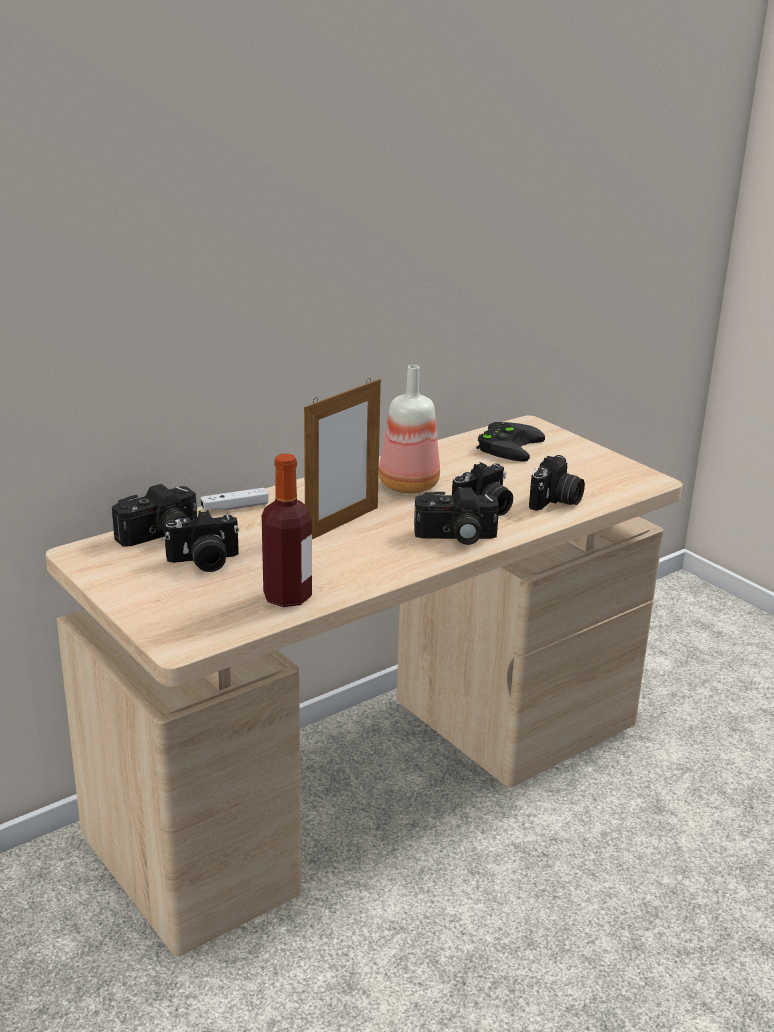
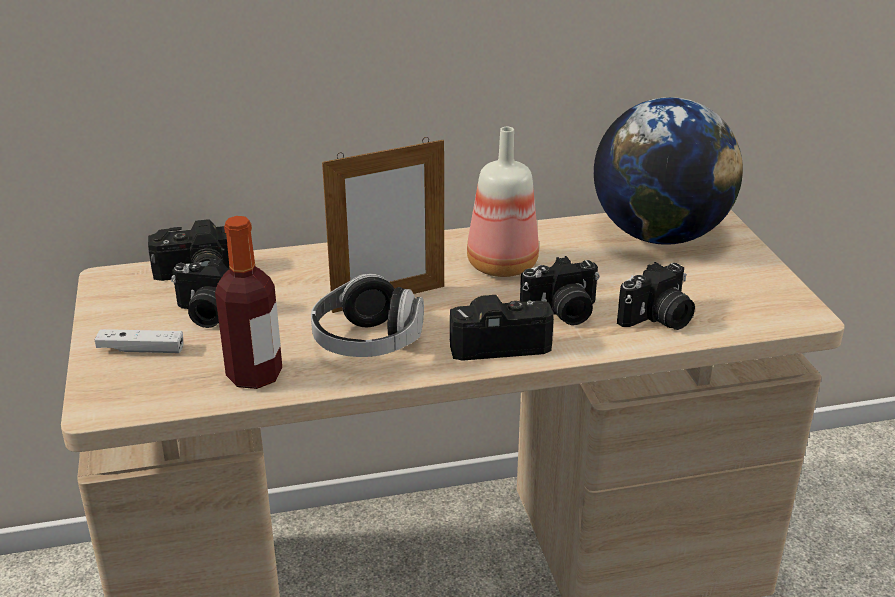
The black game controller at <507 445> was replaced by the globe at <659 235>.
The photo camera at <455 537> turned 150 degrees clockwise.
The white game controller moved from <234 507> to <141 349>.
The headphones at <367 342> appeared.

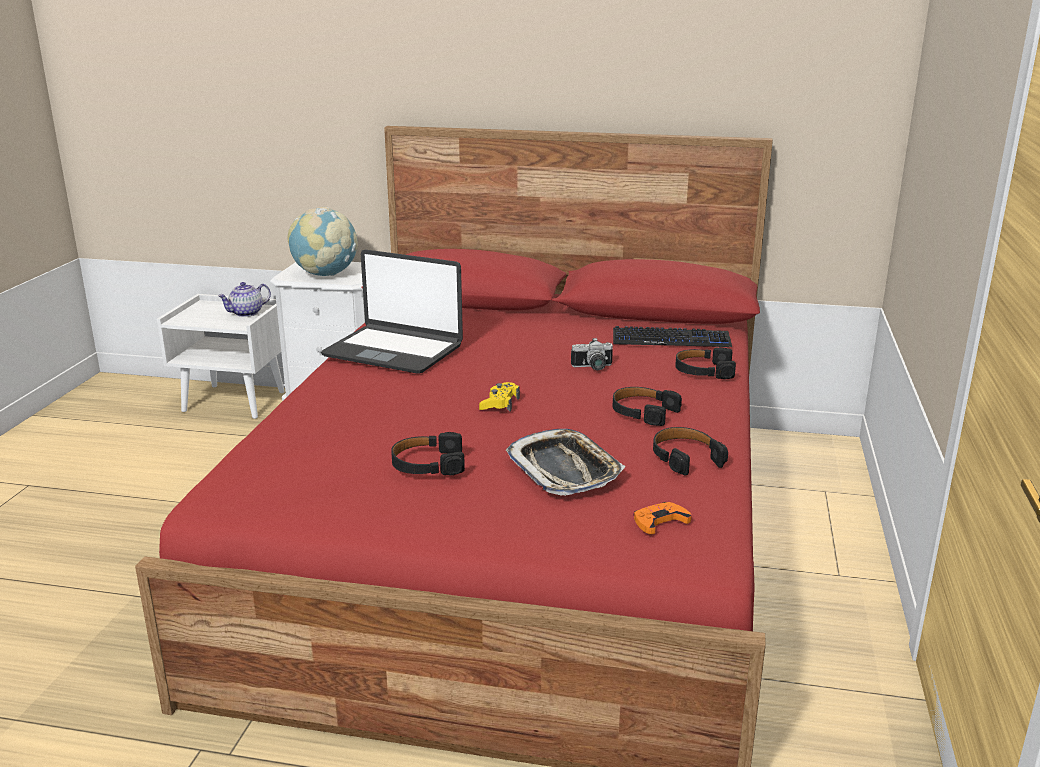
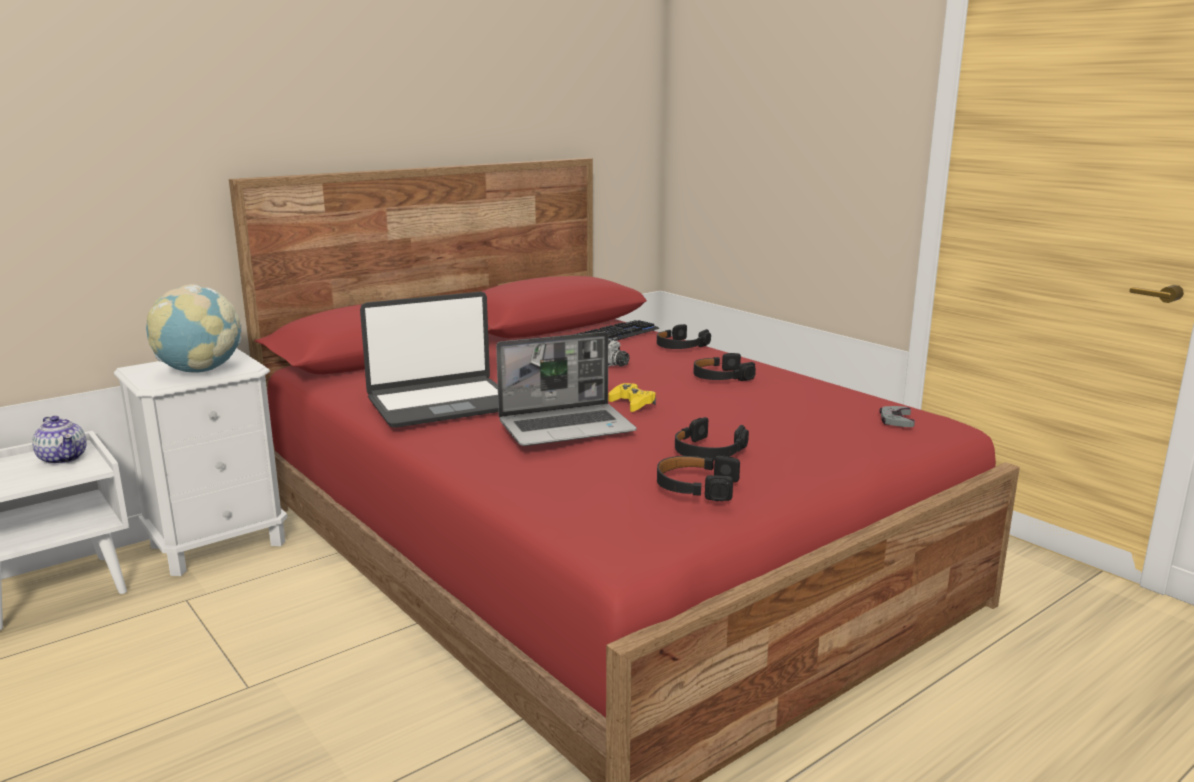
The teapot at <246 313> turned 45 degrees counterclockwise.
The black headphones moved from <685 457> to <696 486>.
The tray at <564 470> disappeared.
The orange game controller at <660 521> became the grey game controller at <896 420>.
The laptop at <567 427> appeared.

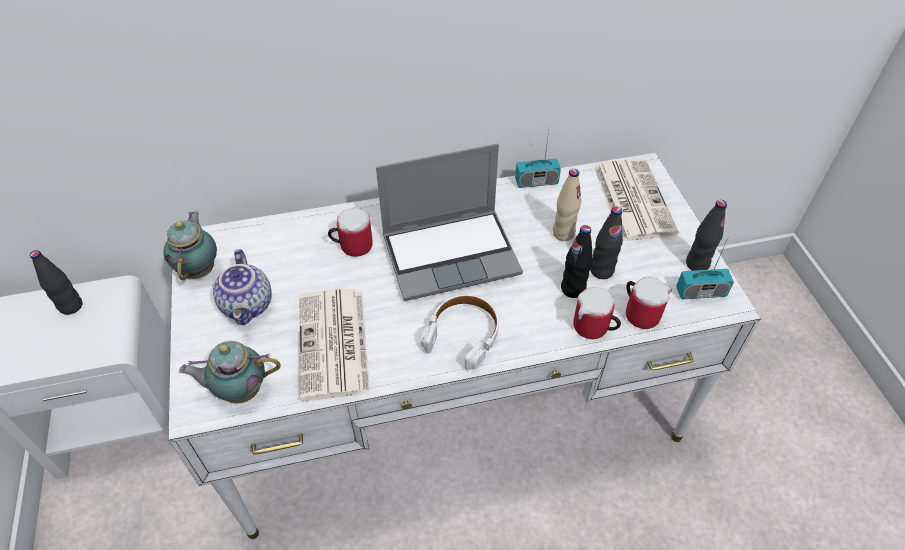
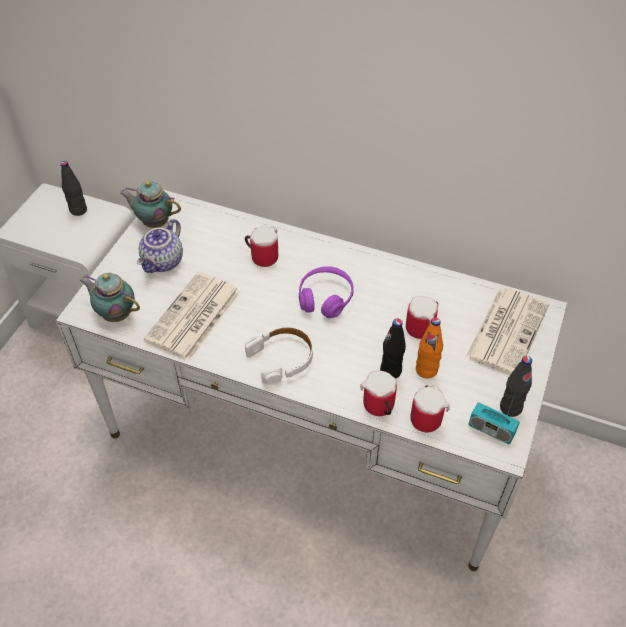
The radio at <536 182> disappeared.
The laptop at <452 254> was replaced by the purple headphones at <325 298>.
The beige bottle at <563 233> was replaced by the mug at <423 327>.
The black bottle at <601 270> became the orange bottle at <426 370>.
The teapot at <200 269> turned 105 degrees counterclockwise.

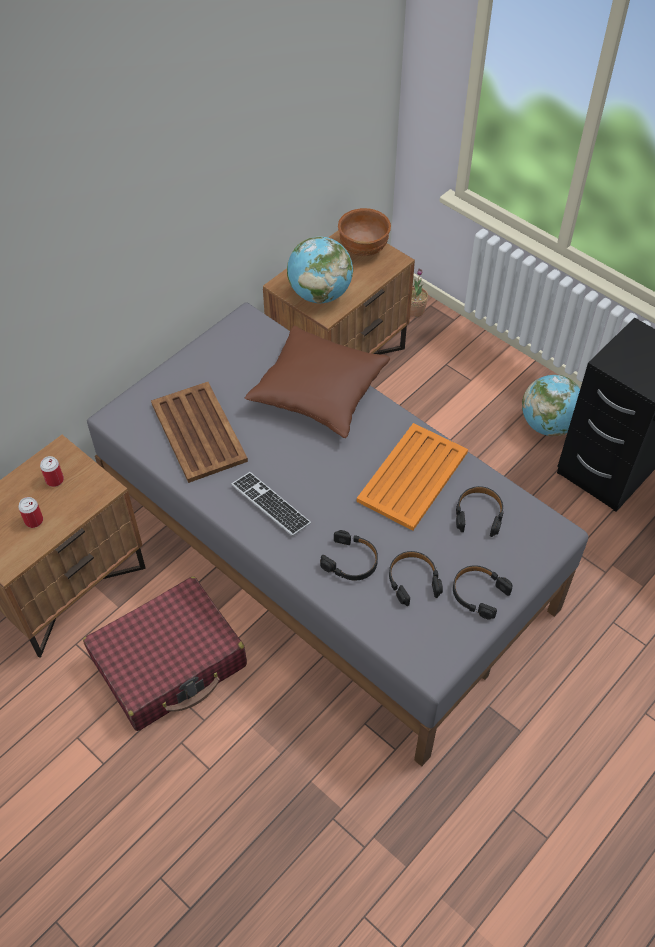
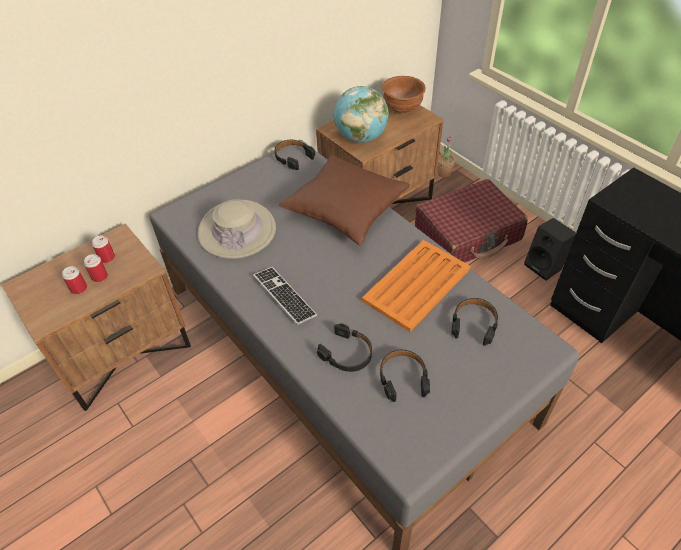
The globe at <548 425> was replaced by the black speaker at <545 266>.
The brown tray at <198 431> was replaced by the beige hat at <237 231>.
The black headphones moved from <478 593> to <293 157>.
The red suitcase moved from <169 662> to <468 233>.
The can at <100 277> appeared.

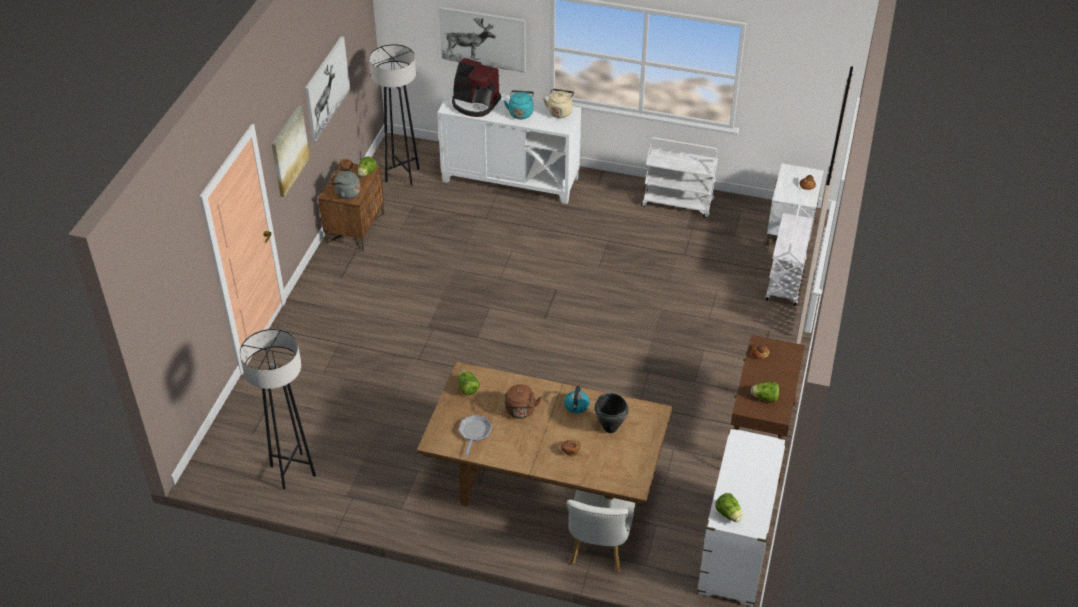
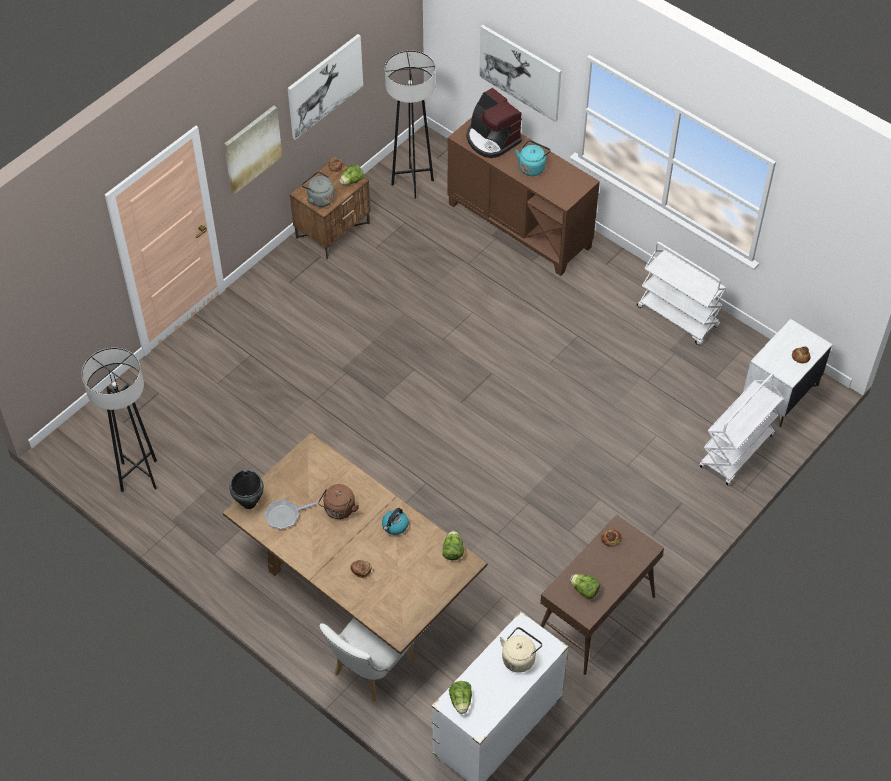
The white cabinet at <511 179> became the brown cabinet at <520 225>.
The beige kettle moved from <560 112> to <519 657>.
The lettuce moved from <467 388> to <452 551>.
The black cooking pot moved from <610 428> to <249 503>.
The frying pan at <474 432> turned 150 degrees counterclockwise.

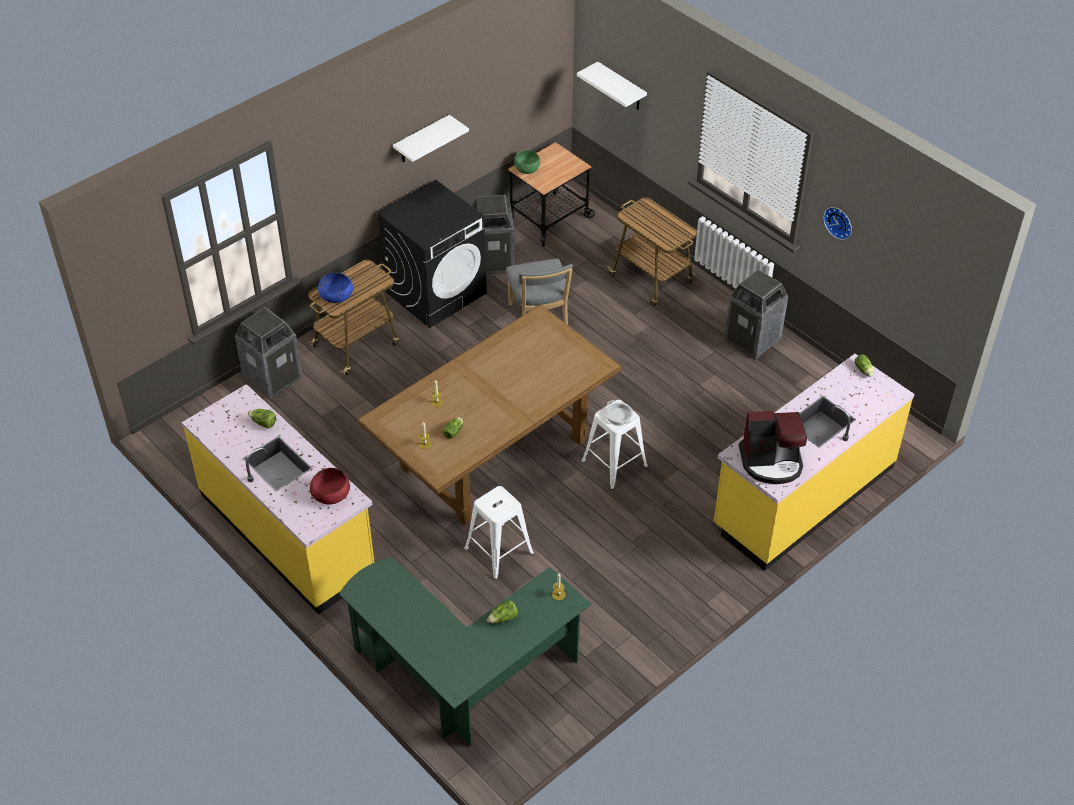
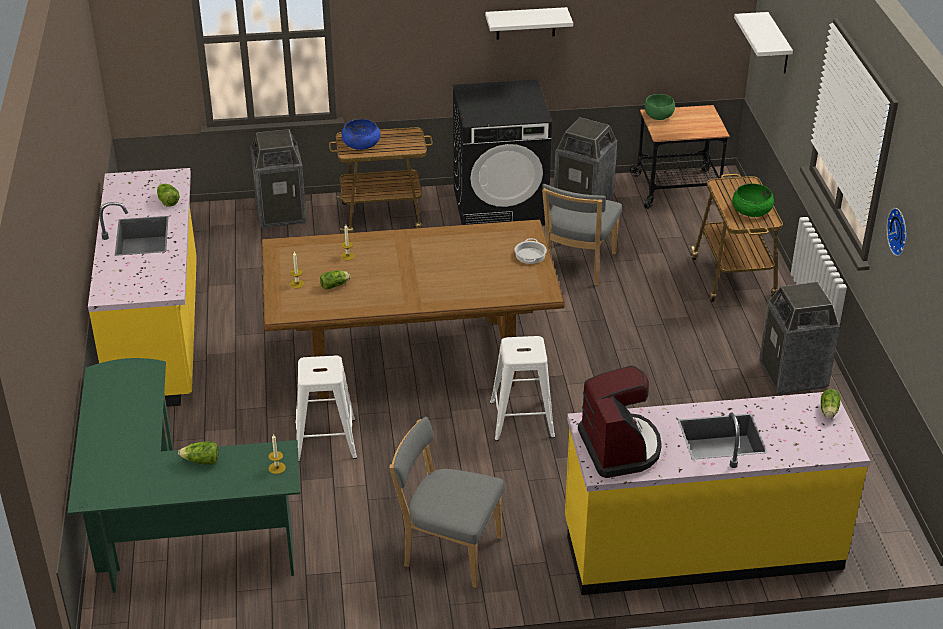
The cooking pot moved from <619 416> to <530 255>.
The coffee machine at <771 462> turned 135 degrees counterclockwise.
The red bowl at <330 493> disappeared.
The green bowl at <751 209> appeared.
The grey chair at <448 550> appeared.

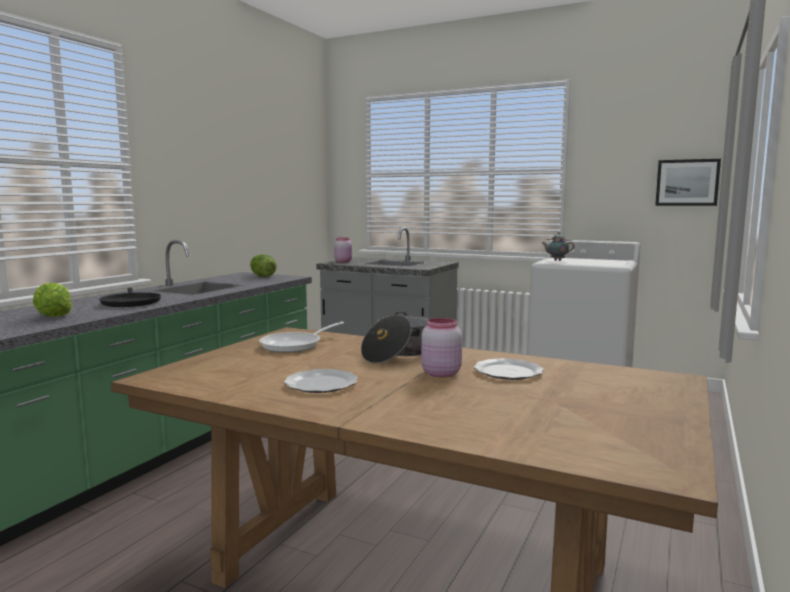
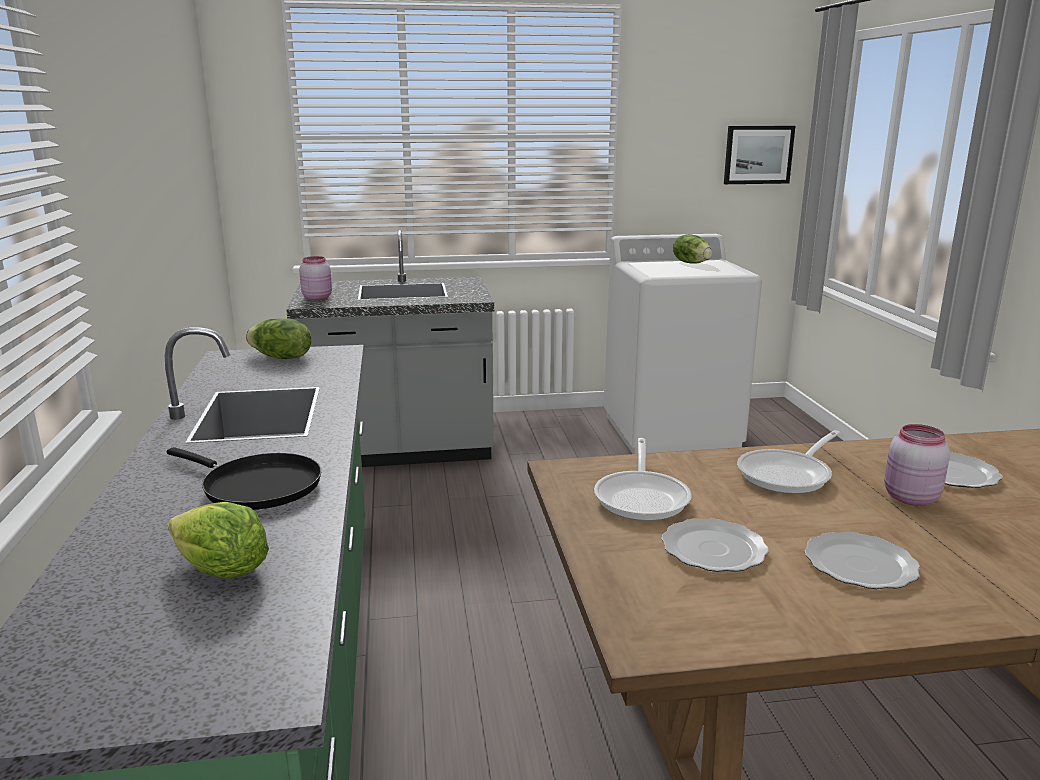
The teapot at <556 260> disappeared.
The cooking pot at <398 353> was replaced by the frying pan at <788 475>.
The lettuce at <691 263> appeared.
The plate at <712 549> appeared.

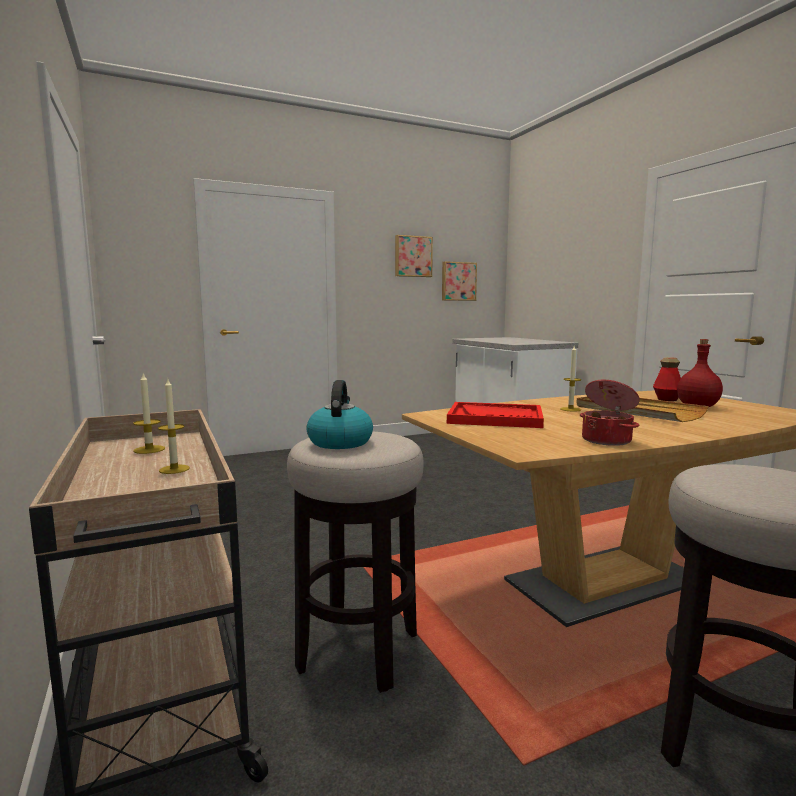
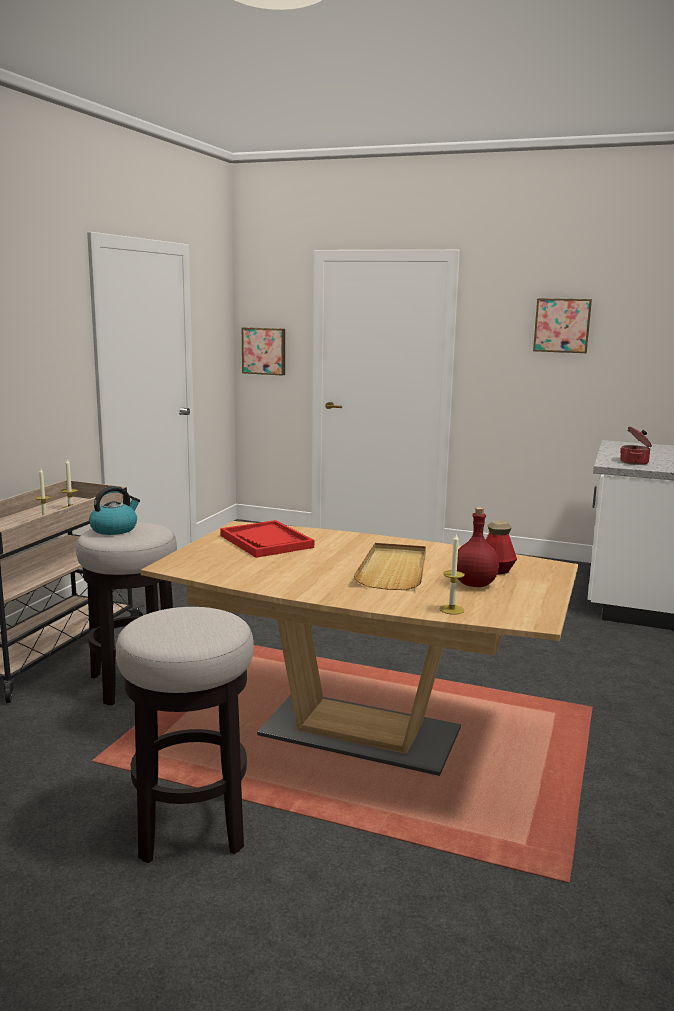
The picture moved from <458 281> to <264 351>.
The candle moved from <570 409> to <451 609>.
The cooking pot moved from <607 440> to <635 462>.

